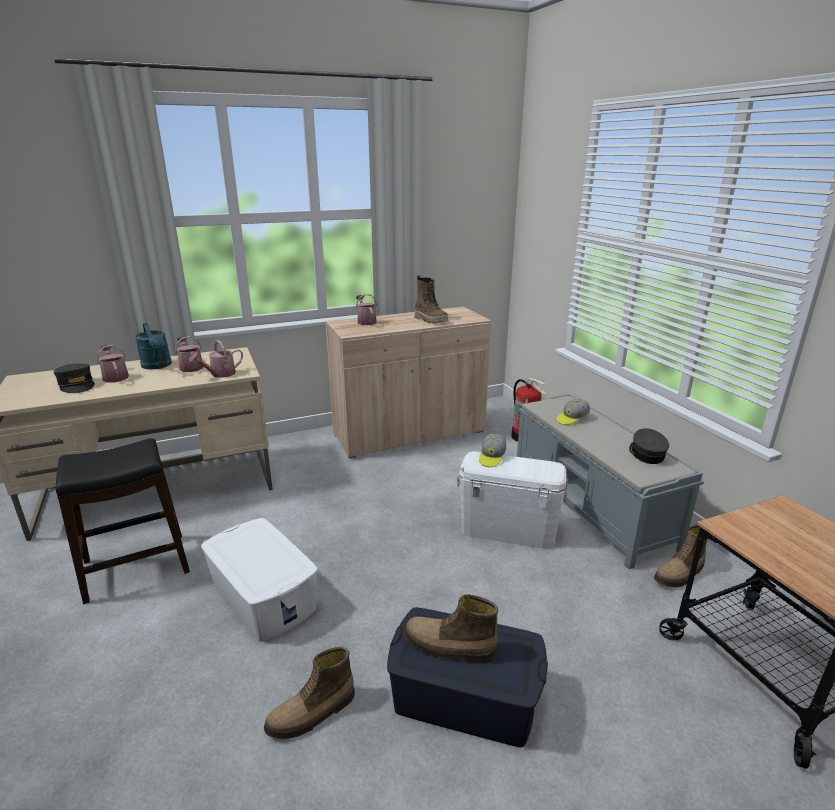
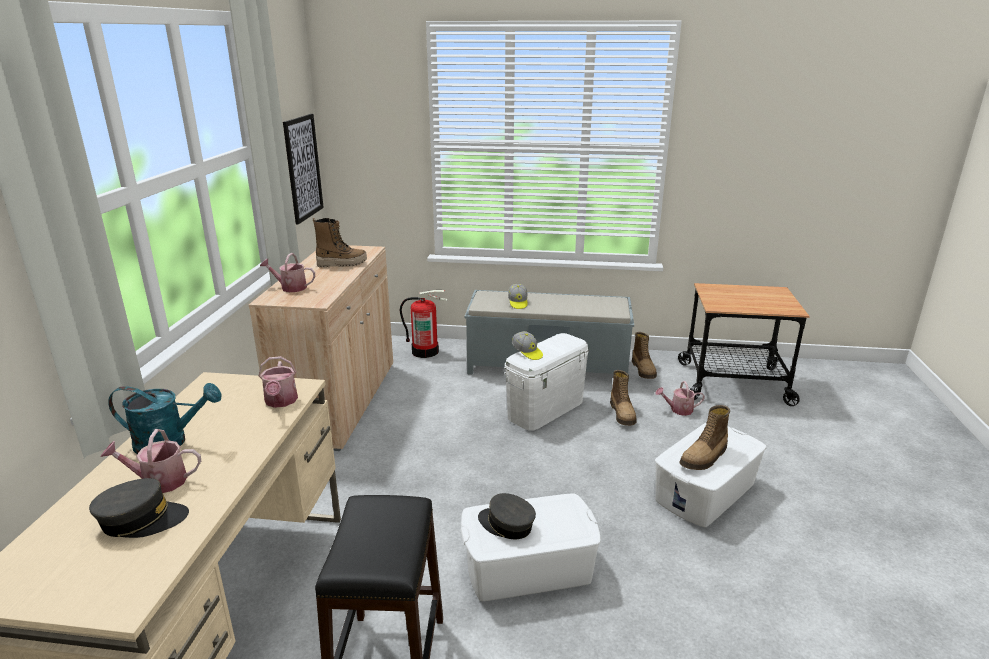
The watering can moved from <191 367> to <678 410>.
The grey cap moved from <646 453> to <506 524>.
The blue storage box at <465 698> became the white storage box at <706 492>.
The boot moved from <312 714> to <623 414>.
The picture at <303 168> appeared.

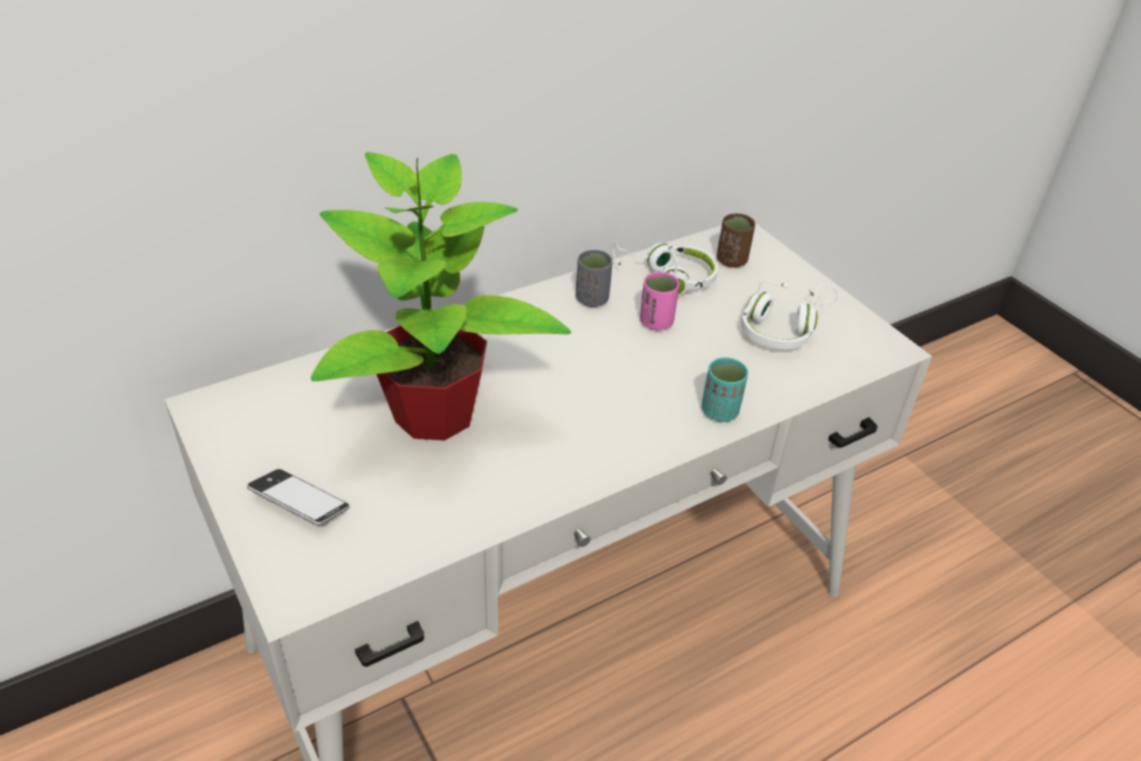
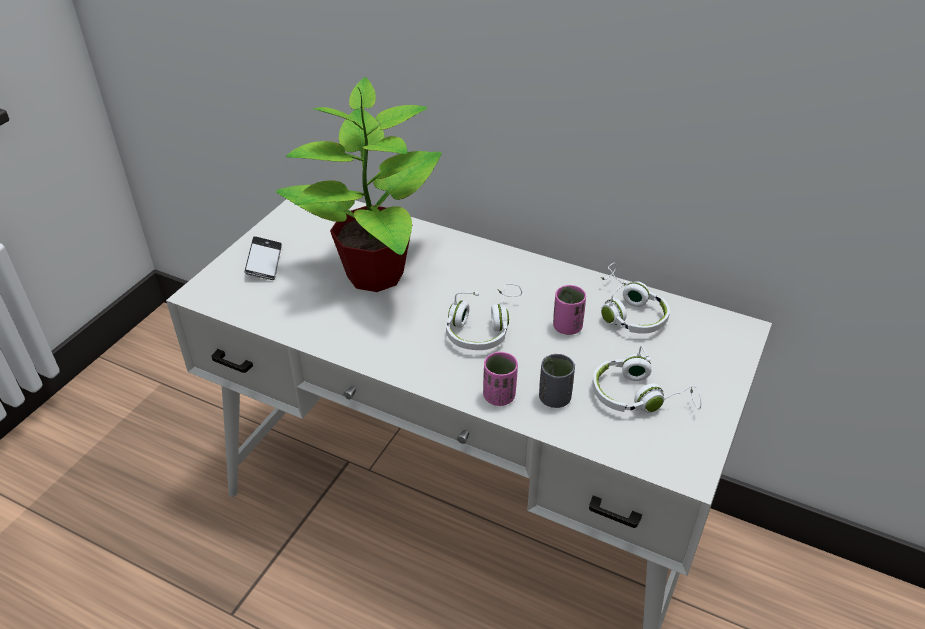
The brown cup at <731 261> disappeared.
The grey cup moved from <592 299> to <554 398>.
The turquoise cup at <720 411> became the pink cup at <499 396>.
The white headphones at <482 327> appeared.

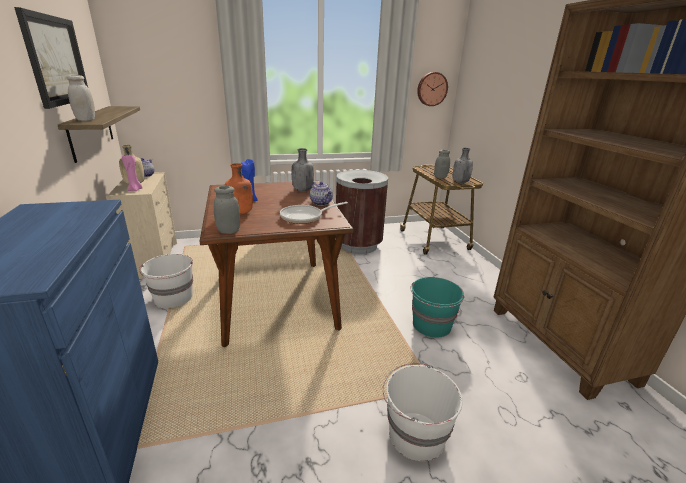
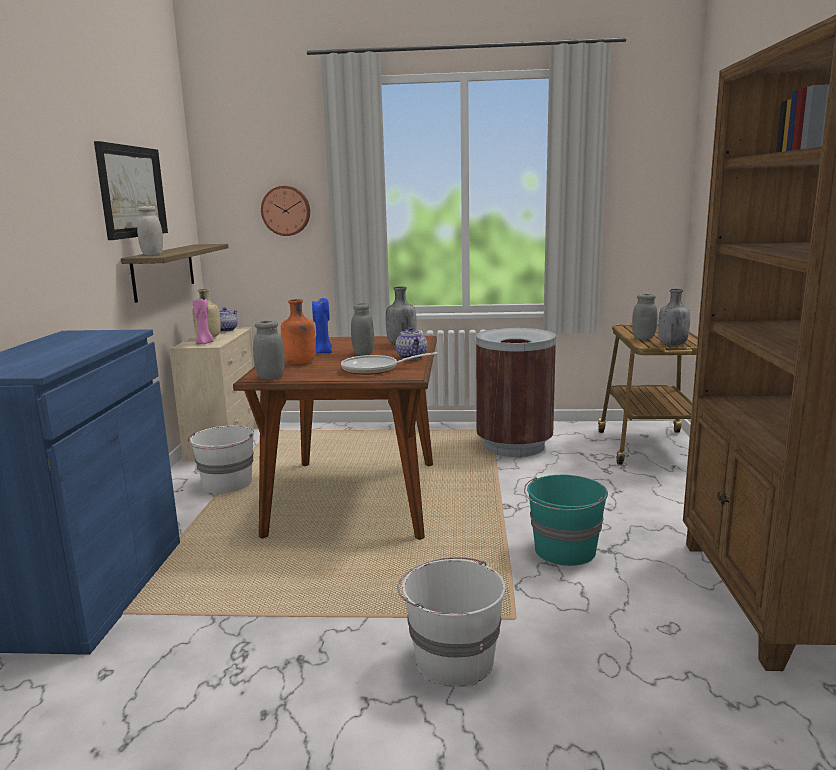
The wall clock moved from <431 89> to <286 210>.
The grey jar at <363 353> appeared.

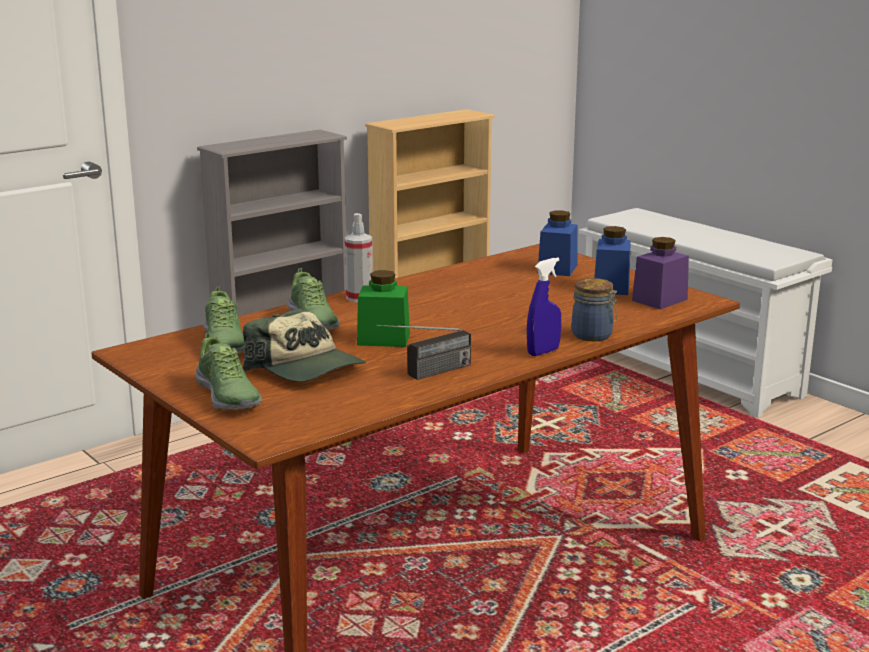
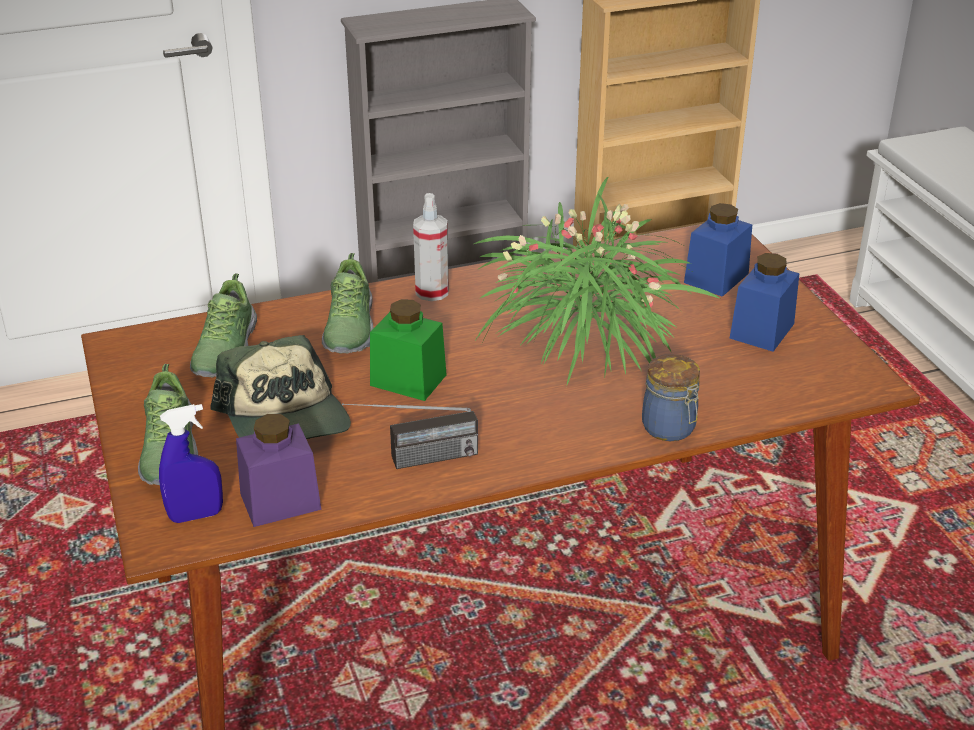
The purple jar moved from <659 300> to <280 501>.
The blue spray bottle moved from <543 352> to <196 515>.
The potted plant at <584 335> appeared.

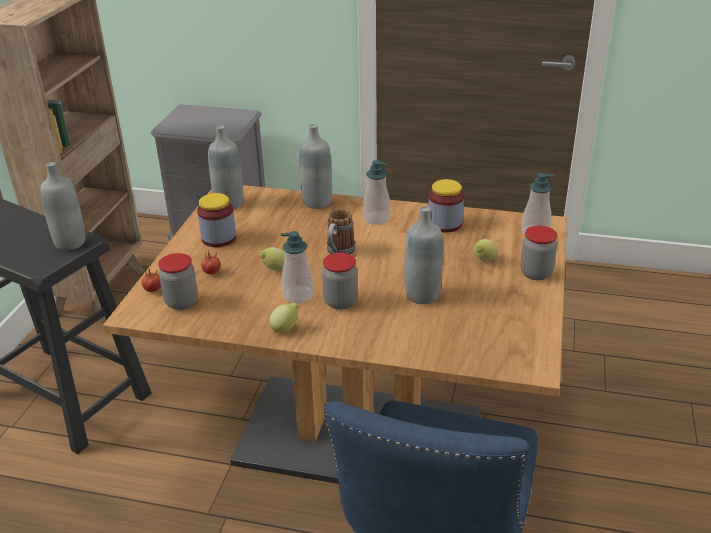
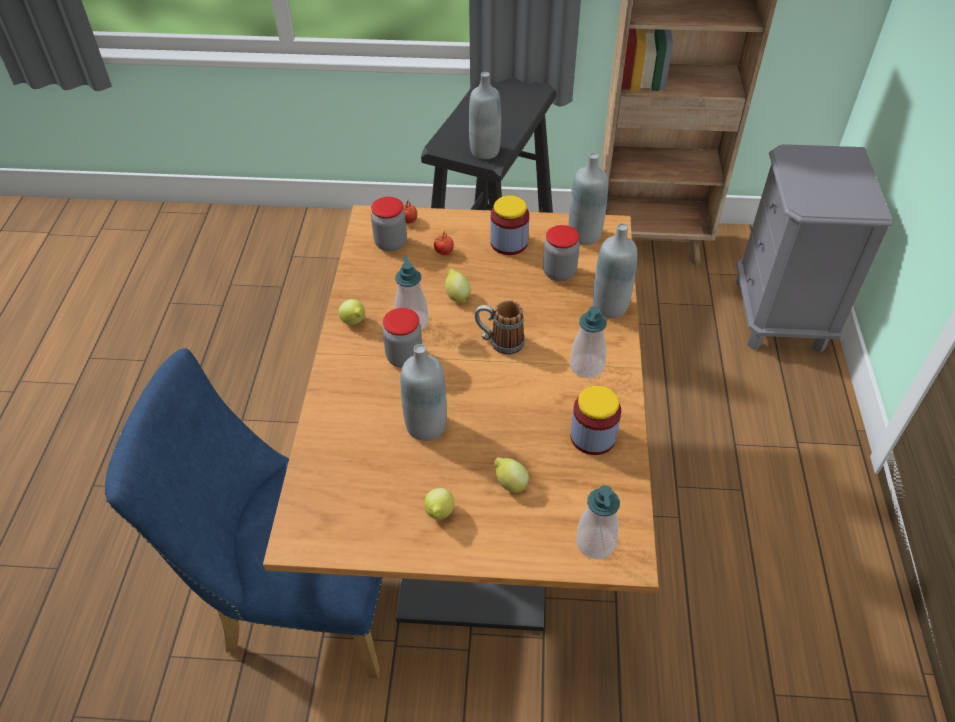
The jar moved from <536 273> to <559 272>.
The lemon at <439 514> appeared.

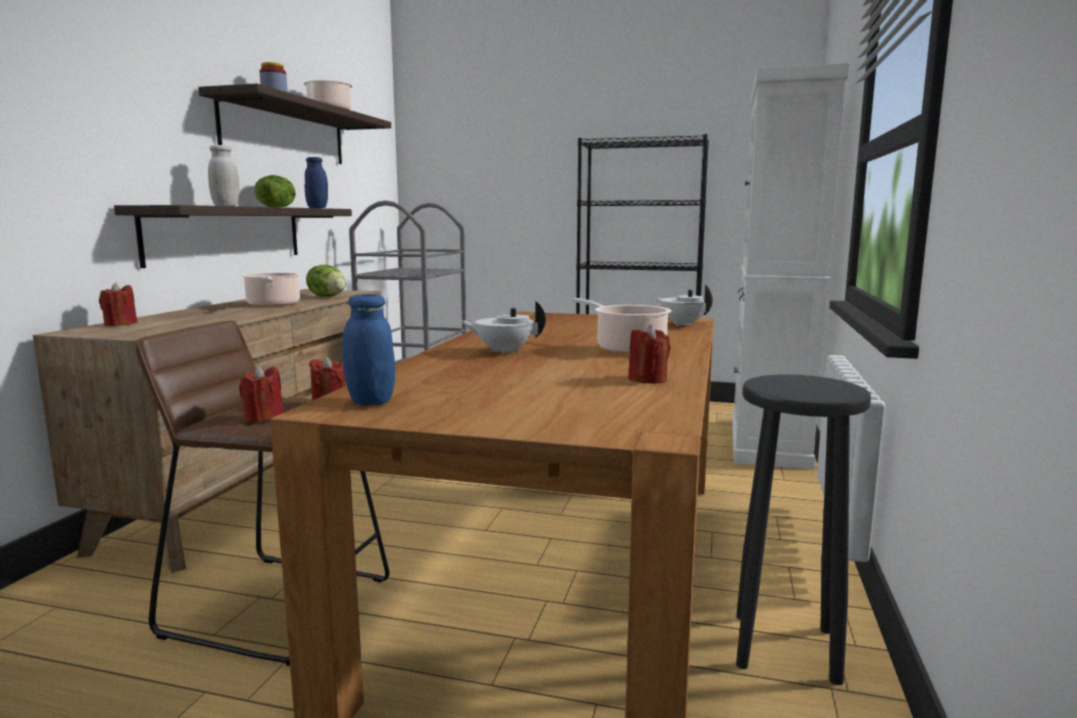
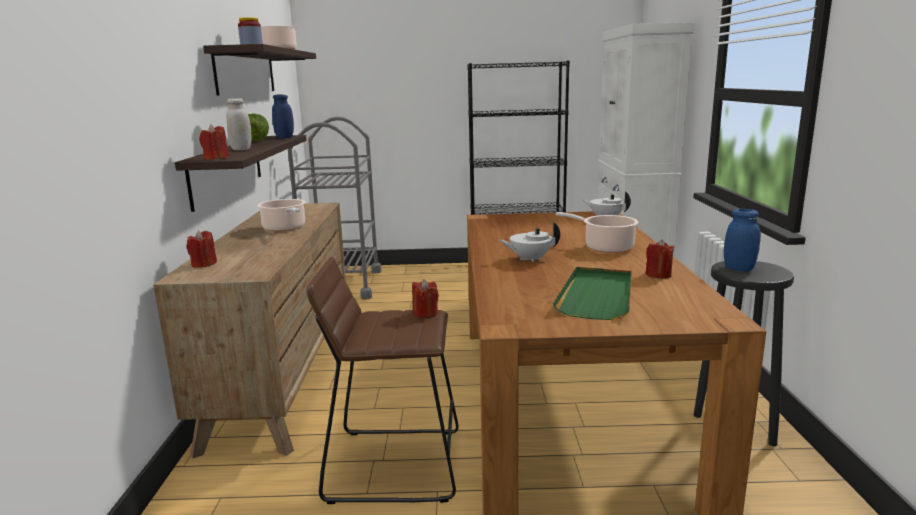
The lettuce at <328 296> disappeared.
The blue jar moved from <371 401> to <739 268>.
The red candle moved from <263 417> to <216 158>.
The green tray at <597 296> appeared.

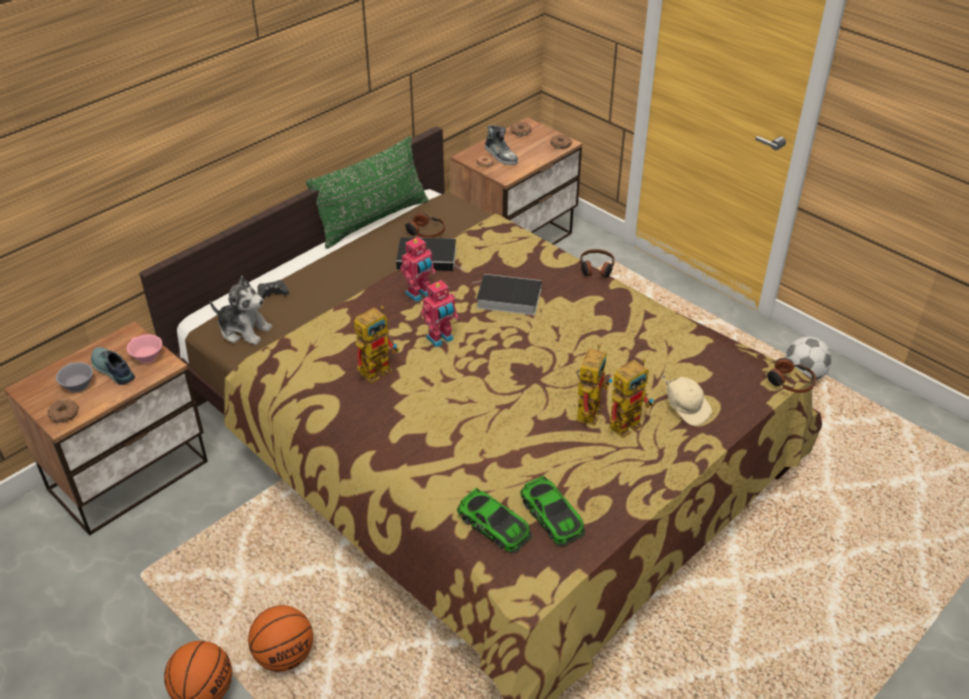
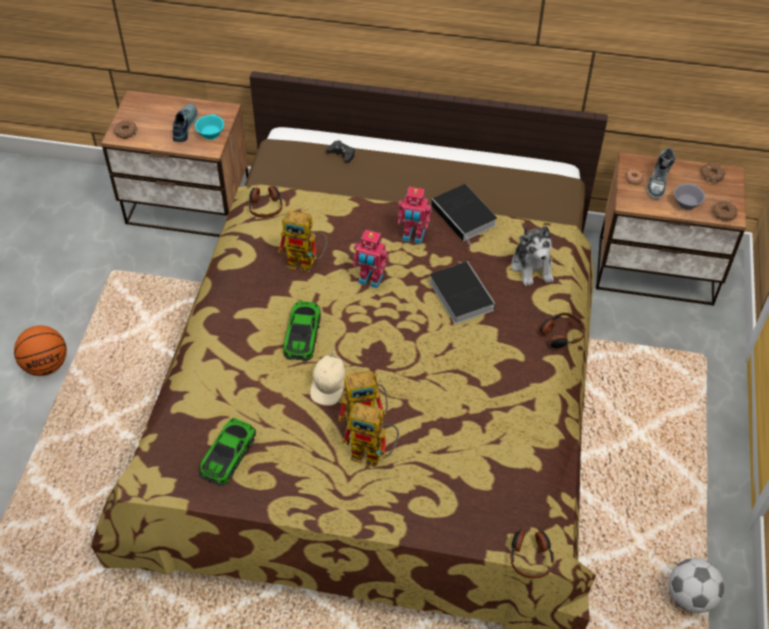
The green pillow at <373 220> disappeared.
The headphones moved from <425 231> to <265 206>.
The plush toy moved from <244 330> to <532 267>.
The pink cup at <145 356> became the turquoise cup at <210 133>.
The grey cup moved from <76 385> to <685 202>.
The beige cap moved from <686 408> to <329 386>.
The toy car moved from <494 525> to <302 335>.
The basketball at <284 655> disappeared.

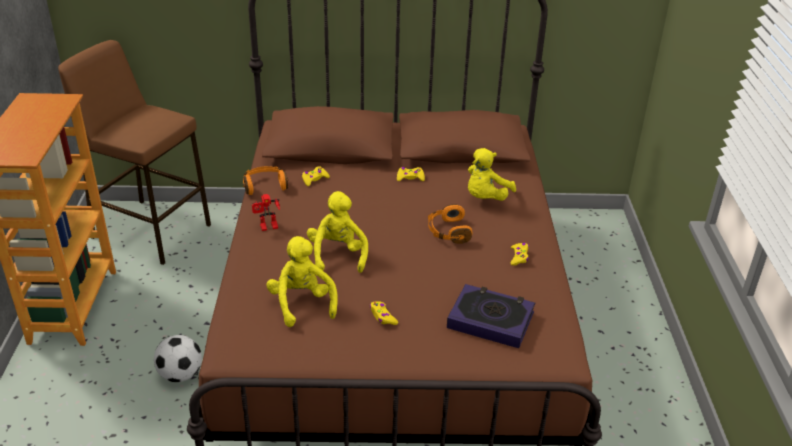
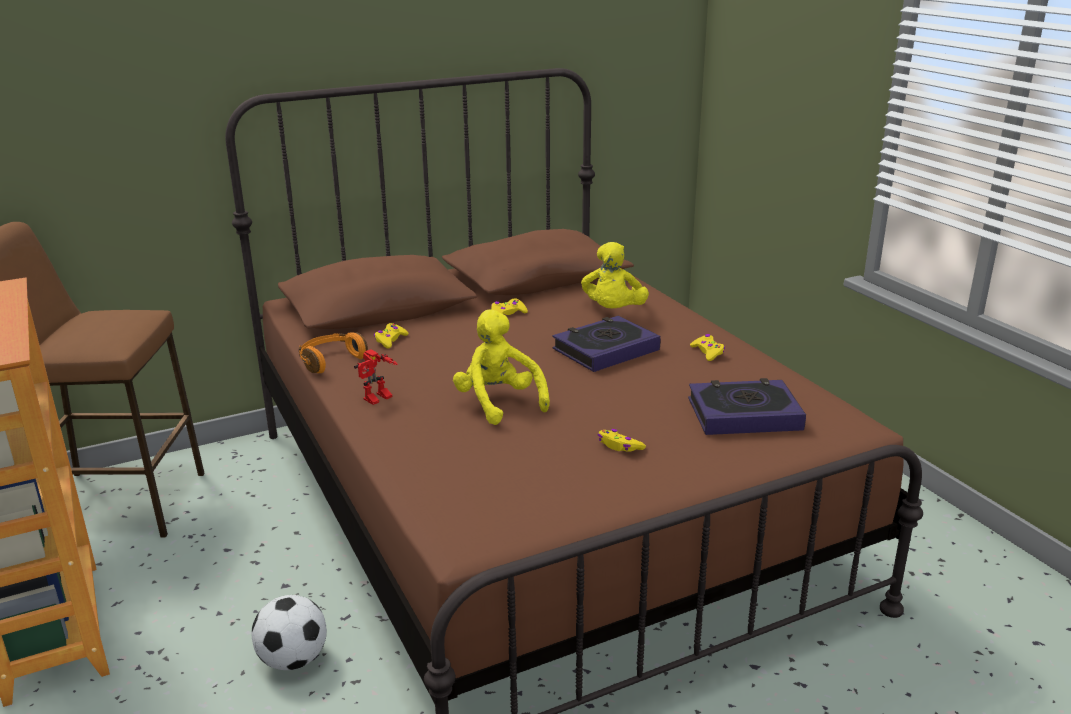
The orange headphones at <448 232> was replaced by the book at <605 350>.
The yellow plush toy at <302 303> disappeared.

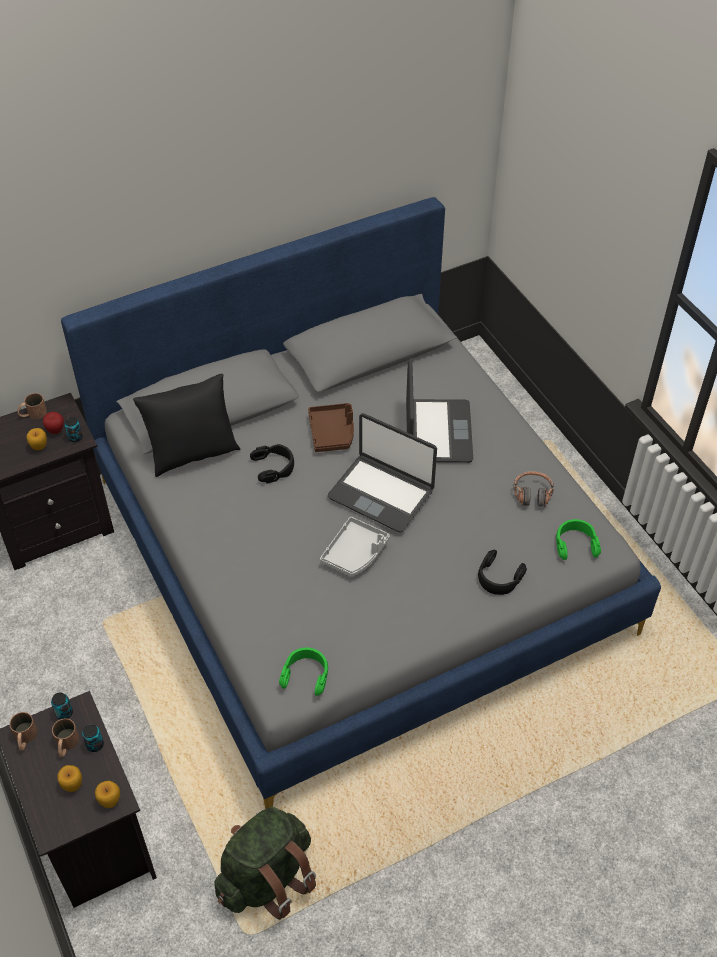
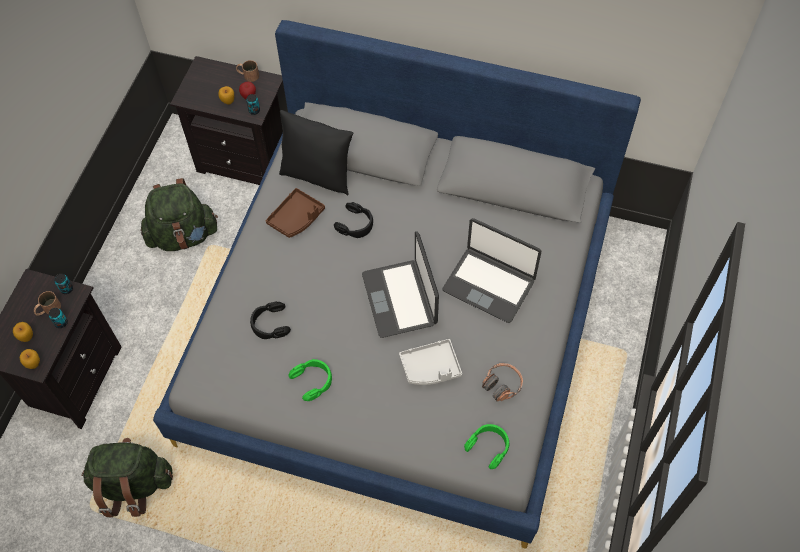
The laptop at <437 432> turned 75 degrees clockwise.
The brown tray moved from <332 433> to <296 218>.
The grey tray moved from <355 553> to <430 367>.
The black headphones moved from <499 577> to <270 324>.
The green headphones moved from <306 675> to <313 381>.
The brown mug at <25 738> disappeared.
The green backpack at <183 235> appeared.

